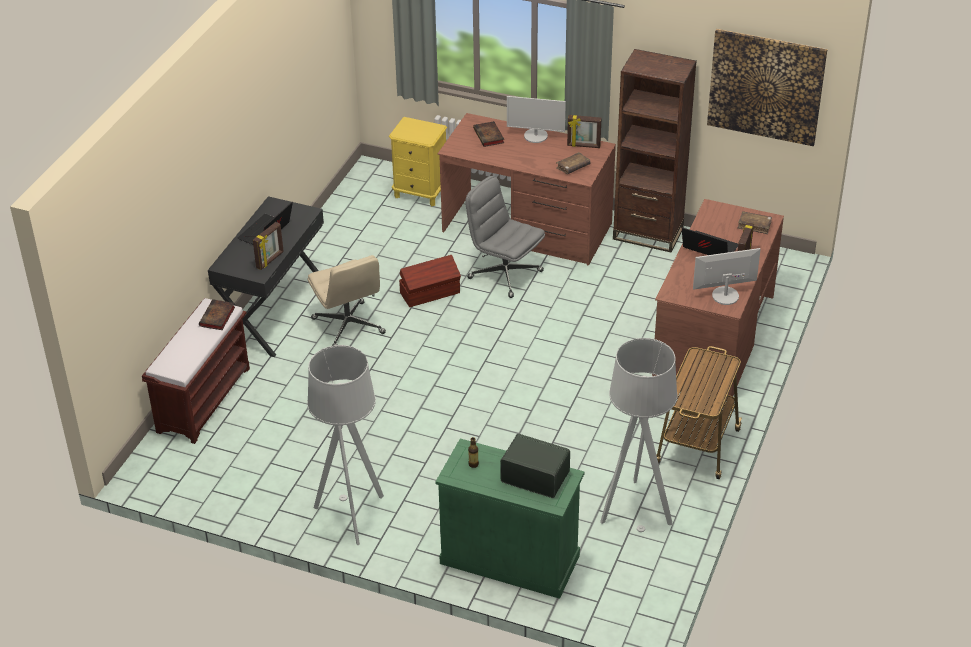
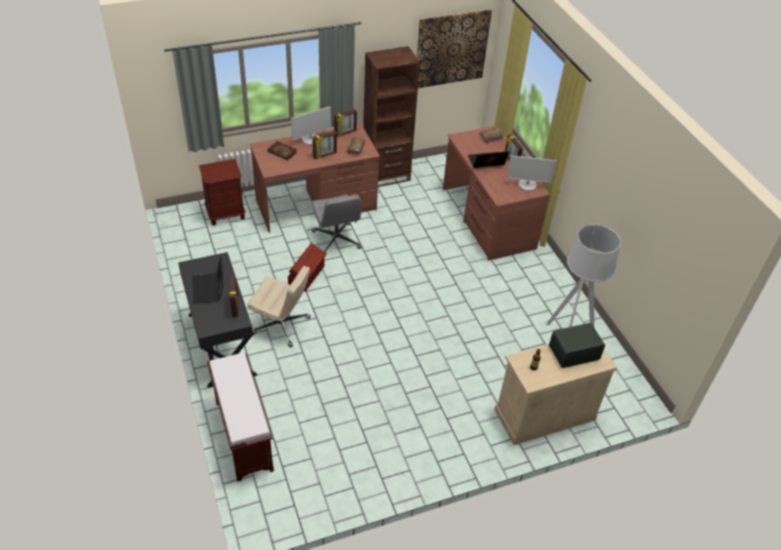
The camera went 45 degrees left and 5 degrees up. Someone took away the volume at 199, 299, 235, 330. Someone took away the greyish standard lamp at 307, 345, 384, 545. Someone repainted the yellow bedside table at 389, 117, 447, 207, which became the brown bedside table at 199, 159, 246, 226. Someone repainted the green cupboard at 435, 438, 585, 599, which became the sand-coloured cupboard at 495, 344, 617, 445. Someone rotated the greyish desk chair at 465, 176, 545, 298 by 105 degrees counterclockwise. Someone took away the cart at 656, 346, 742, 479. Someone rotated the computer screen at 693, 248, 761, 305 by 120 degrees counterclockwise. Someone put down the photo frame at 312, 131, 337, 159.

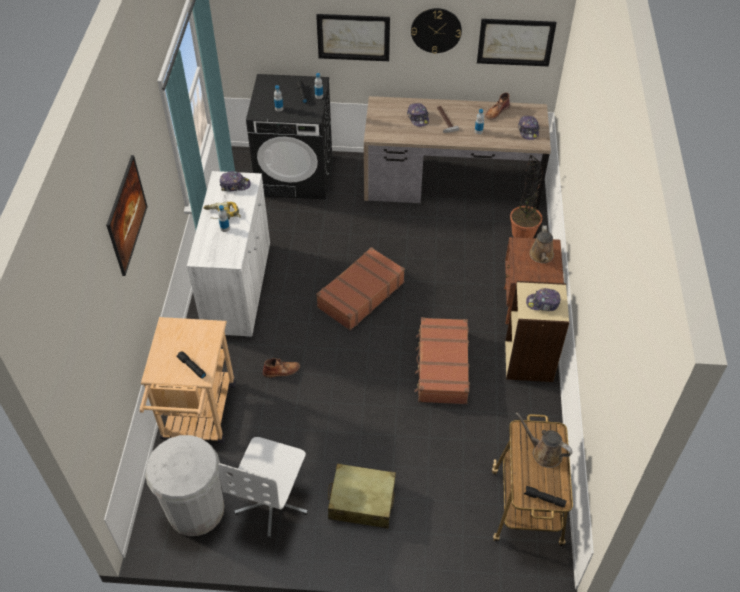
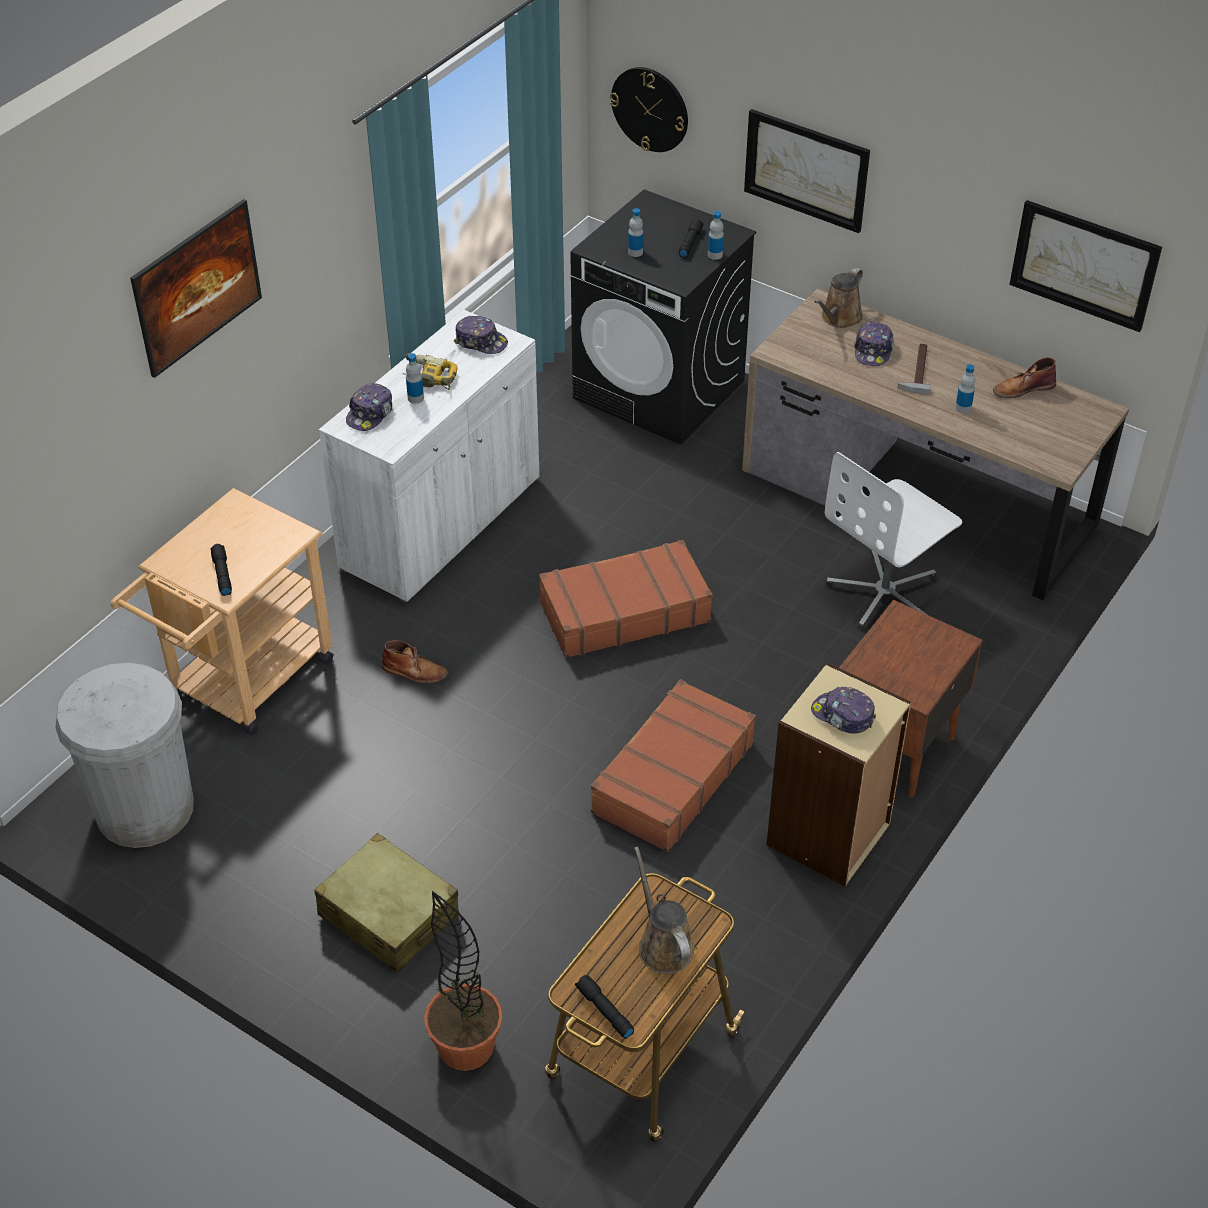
The camera went 30 degrees right and 5 degrees down. Someone carried the white desk chair from 218, 437, 308, 538 to 825, 452, 962, 629. Someone carried the wall clock from 411, 8, 462, 54 to 610, 67, 688, 152. Someone carried the potted plant from 510, 154, 543, 238 to 424, 891, 502, 1071. Someone carried the cap from 518, 116, 540, 140 to 346, 383, 392, 431. Someone carried the brown watering can from 529, 225, 554, 263 to 815, 267, 863, 328.

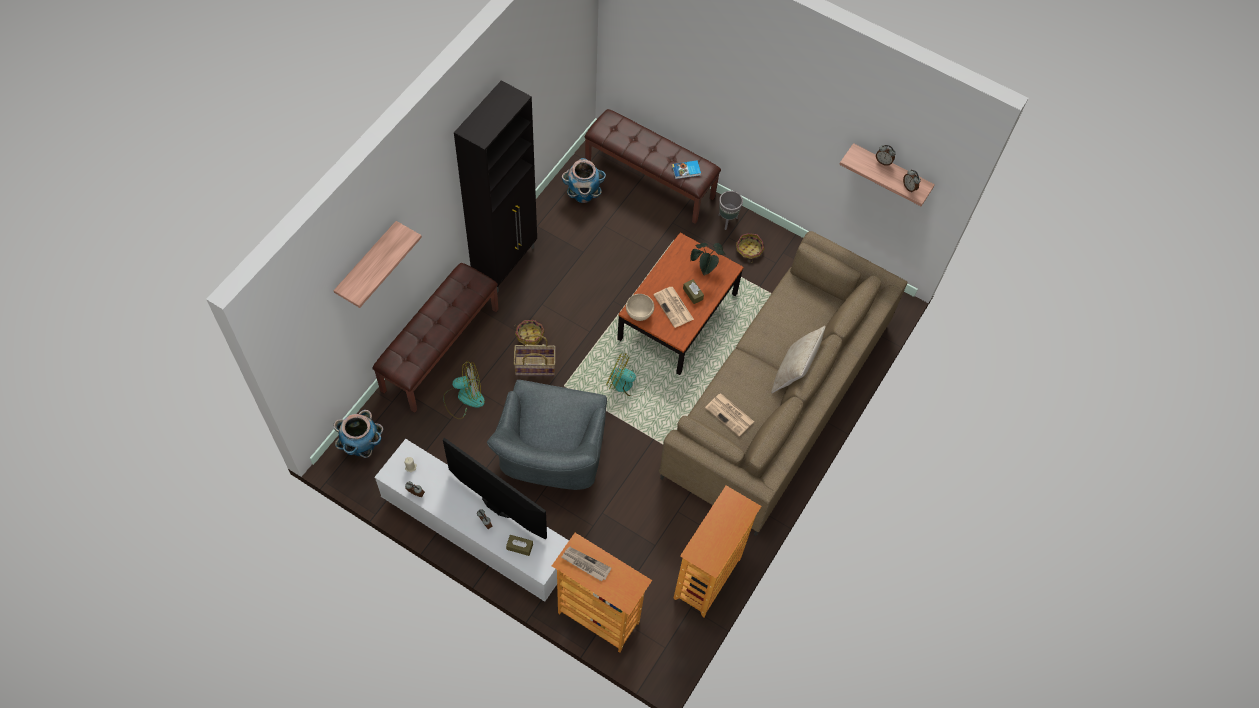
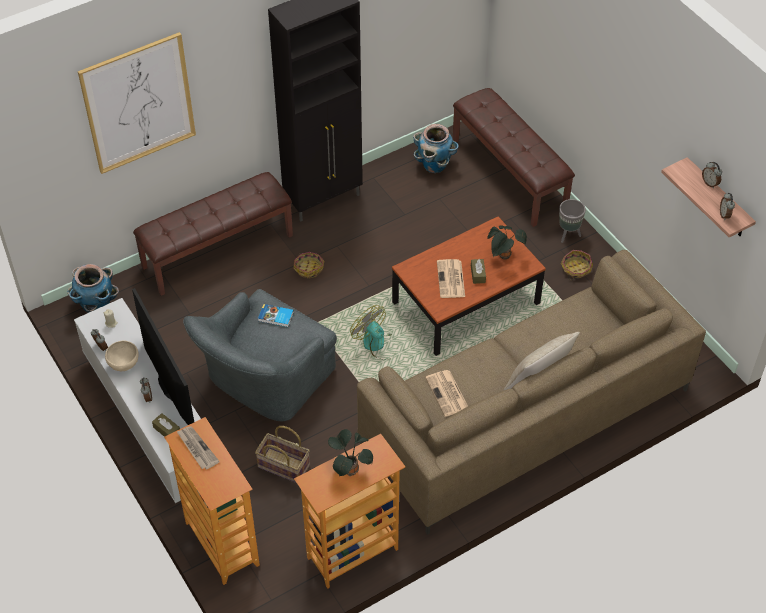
The camera went 30 degrees right and 10 degrees down. Someone swapped the shelf at 334, 221, 422, 308 for the wall art at 78, 32, 196, 174. Someone took away the electric fan at 443, 361, 485, 419. Someone carried the basket from 514, 334, 556, 376 to 255, 426, 310, 483. Someone carried the sand-coloured deep dish from 626, 294, 654, 321 to 105, 341, 139, 371. Someone carried the volume from 672, 160, 701, 179 to 258, 304, 294, 327. Someone put down the potted plant at 328, 429, 373, 476.

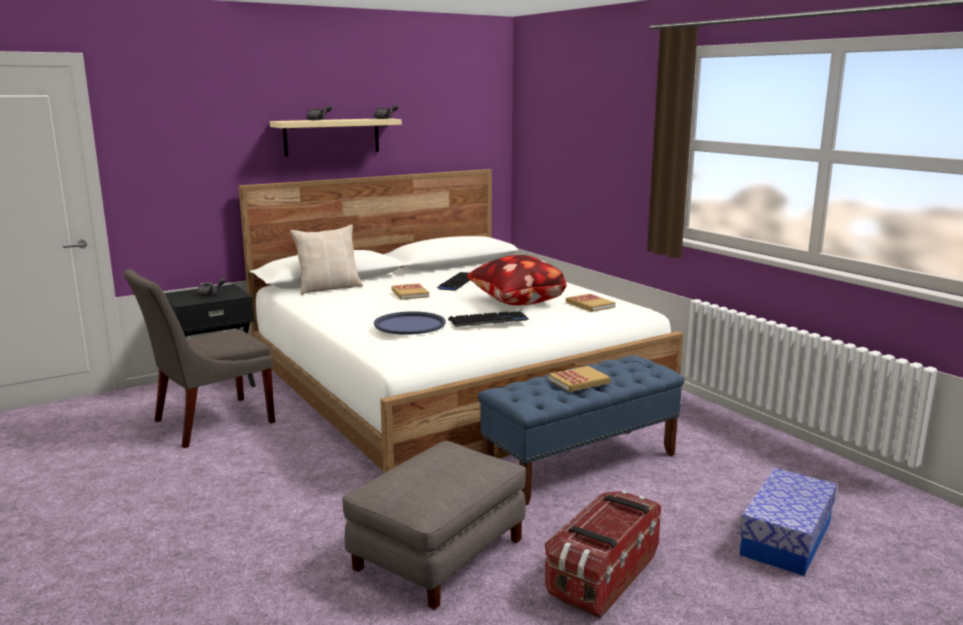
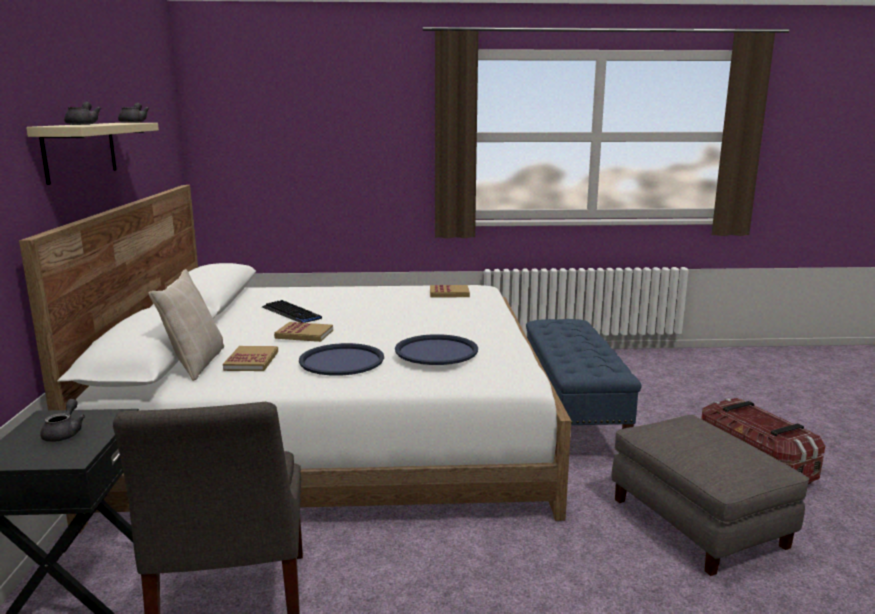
The camera went 60 degrees left and 0 degrees up. Someone took away the keyboard at 448, 311, 529, 327. Someone took away the throw pillow at 467, 255, 567, 306. Someone carried the volume from 548, 366, 611, 392 to 223, 346, 278, 371. Someone took away the storage bin at 739, 468, 837, 576. Someone put down the bluish serving tray at 299, 343, 384, 376.

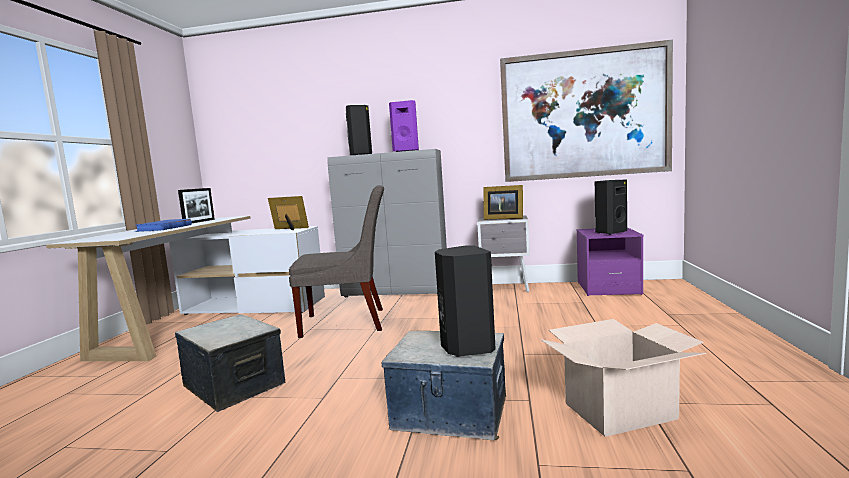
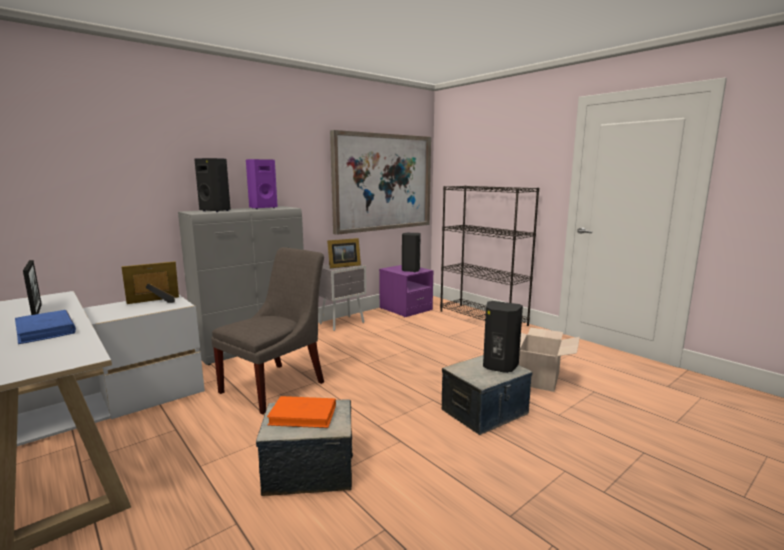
The camera went 50 degrees left and 5 degrees up. Someone put down the orangey volume at 267, 396, 336, 428. Someone put down the black-coloured bookcase at 440, 186, 539, 326.

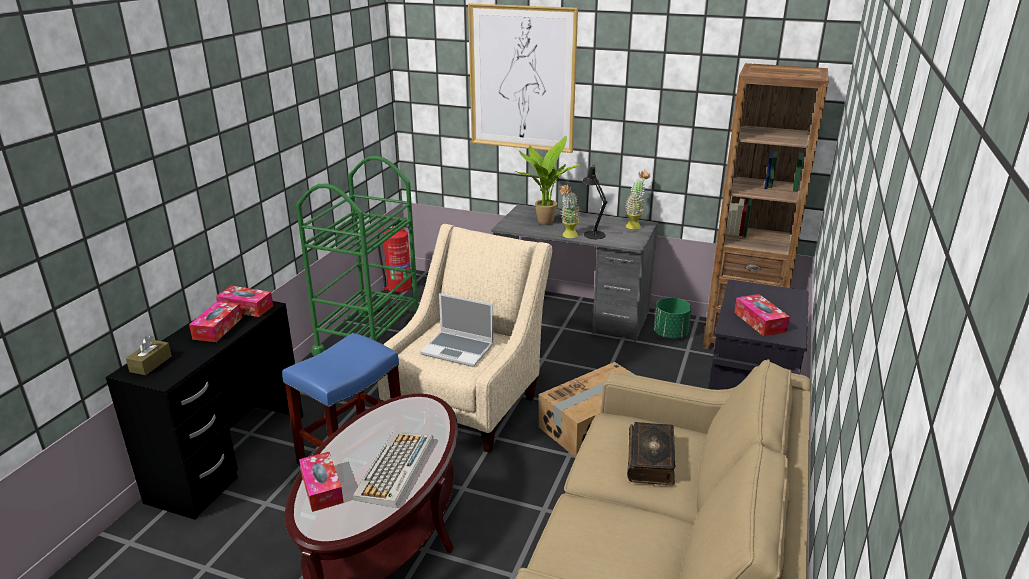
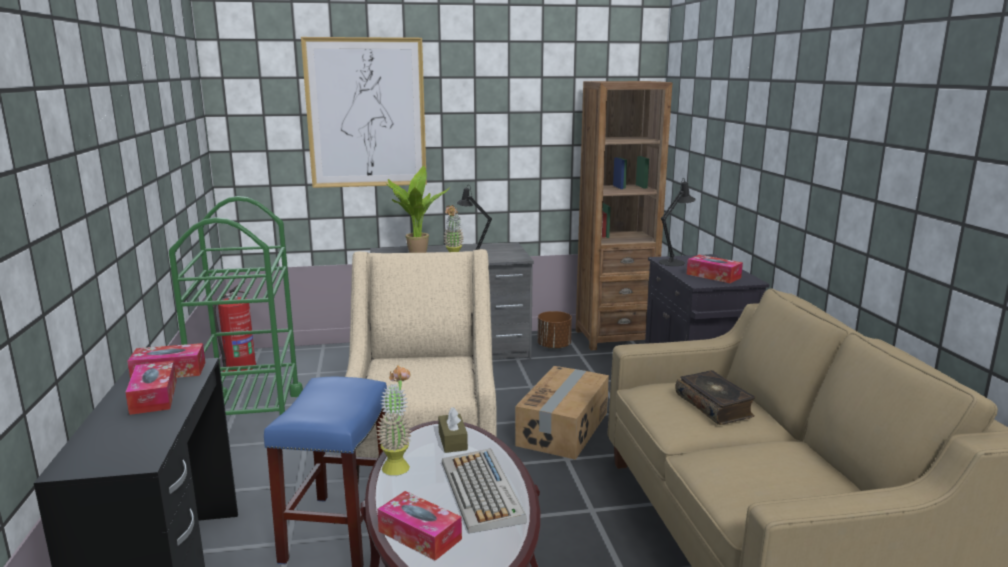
The camera went 30 degrees left and 10 degrees down. Someone carried the brown tissue holder from 126, 335, 172, 375 to 438, 407, 468, 453. Someone took away the laptop at 420, 293, 494, 367. Someone carried the potted plant from 625, 170, 650, 229 to 376, 365, 412, 475. Someone repainted the green planter at 654, 298, 691, 338, which became the brown planter at 538, 311, 572, 349. Someone put down the black-coloured tabletop lamp at 659, 179, 696, 266.

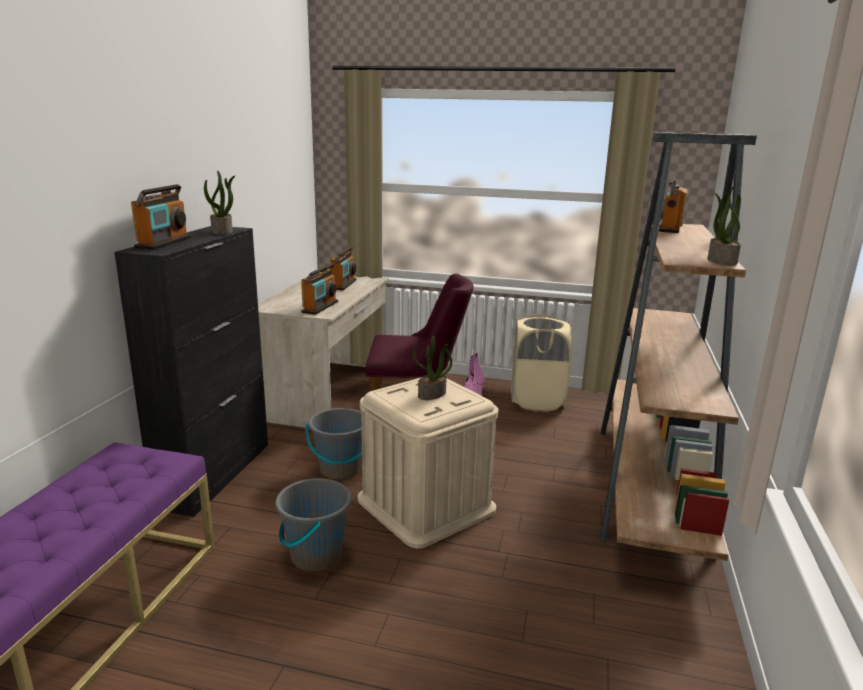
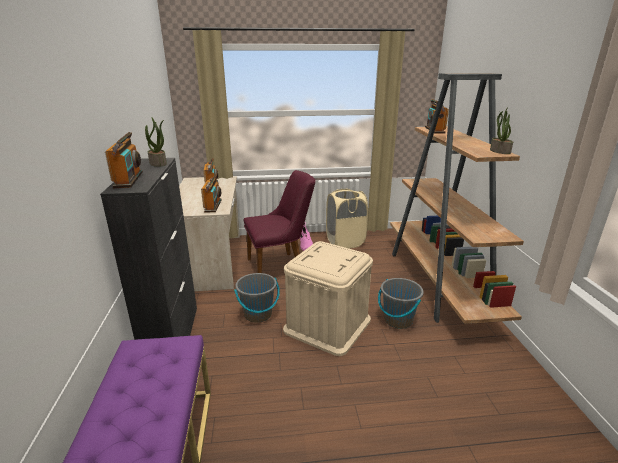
The camera went 20 degrees left and 5 degrees up. Someone carried the greyish water bucket from 275, 477, 352, 571 to 378, 278, 424, 329. Someone took away the potted plant at 413, 336, 452, 400.

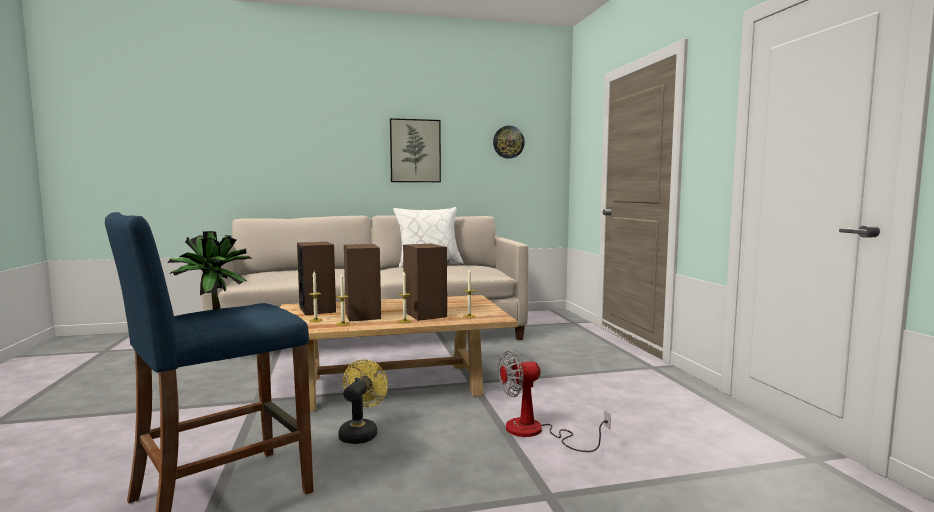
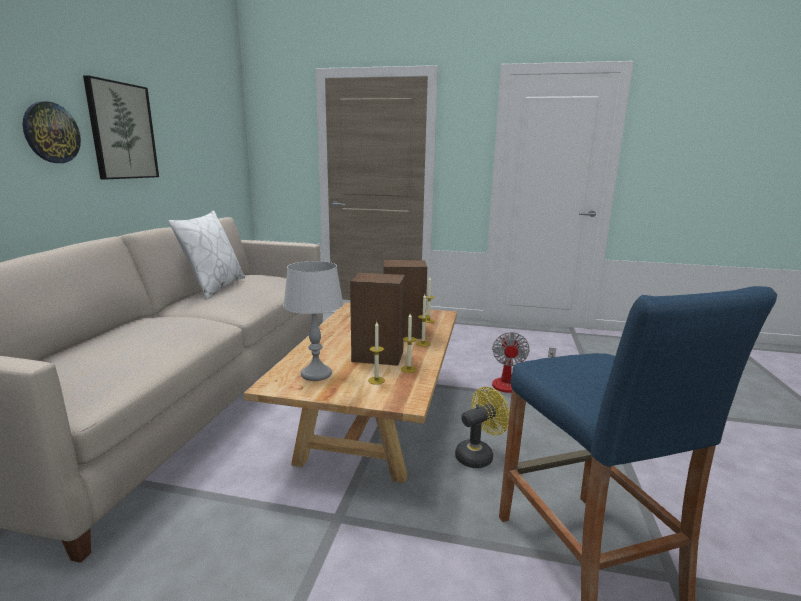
The camera went 65 degrees left and 10 degrees up. Someone took away the potted plant at 167, 231, 252, 310. Someone swapped the speaker at 297, 242, 336, 315 for the greyish tabletop lamp at 283, 261, 344, 381. Someone rotated the yellow electric fan at 338, 359, 388, 444 by 105 degrees clockwise. Someone carried the wall clock from 493, 126, 525, 159 to 23, 101, 81, 163.

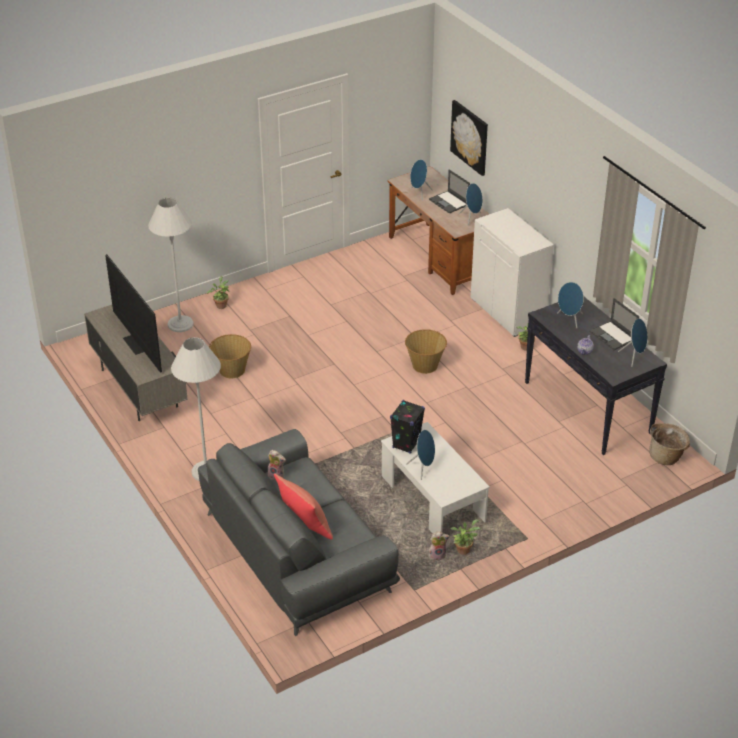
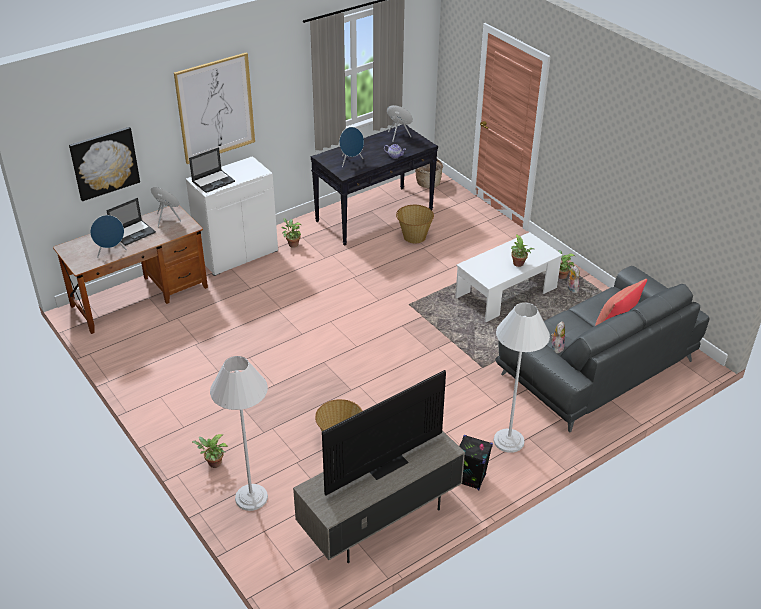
The camera went 95 degrees left and 0 degrees up. Someone carried the black-coloured speaker from 390, 400, 425, 454 to 459, 435, 493, 490. Someone carried the basket from 405, 329, 447, 374 to 396, 205, 434, 243. Someone swapped the bluish speaker at 406, 430, 435, 480 for the potted plant at 511, 235, 534, 267. Someone carried the laptop from 589, 298, 639, 350 to 189, 147, 235, 193. Someone put up the wall art at 174, 52, 255, 164.

